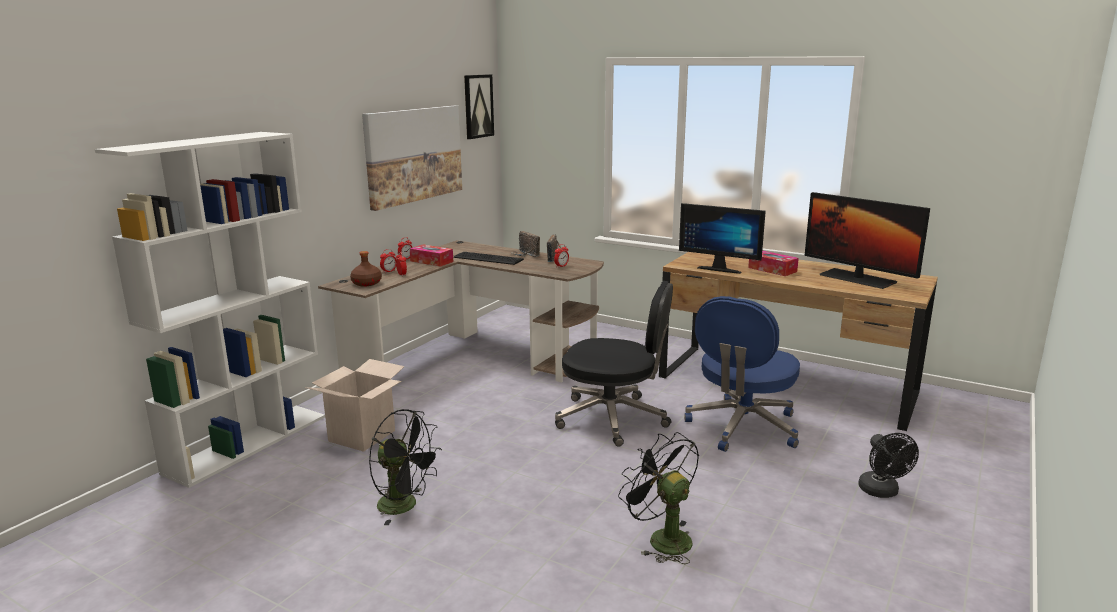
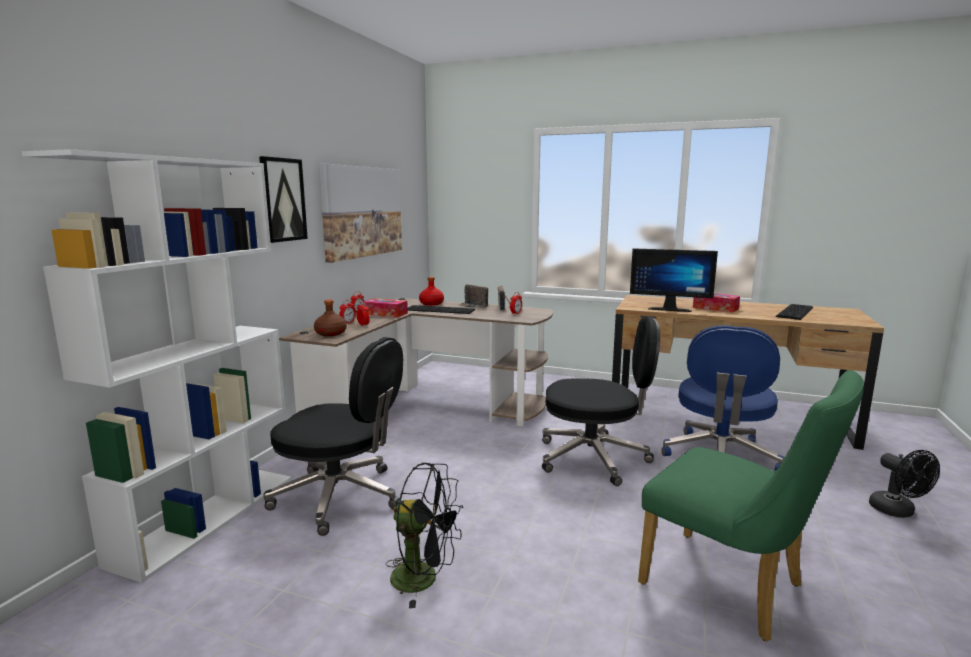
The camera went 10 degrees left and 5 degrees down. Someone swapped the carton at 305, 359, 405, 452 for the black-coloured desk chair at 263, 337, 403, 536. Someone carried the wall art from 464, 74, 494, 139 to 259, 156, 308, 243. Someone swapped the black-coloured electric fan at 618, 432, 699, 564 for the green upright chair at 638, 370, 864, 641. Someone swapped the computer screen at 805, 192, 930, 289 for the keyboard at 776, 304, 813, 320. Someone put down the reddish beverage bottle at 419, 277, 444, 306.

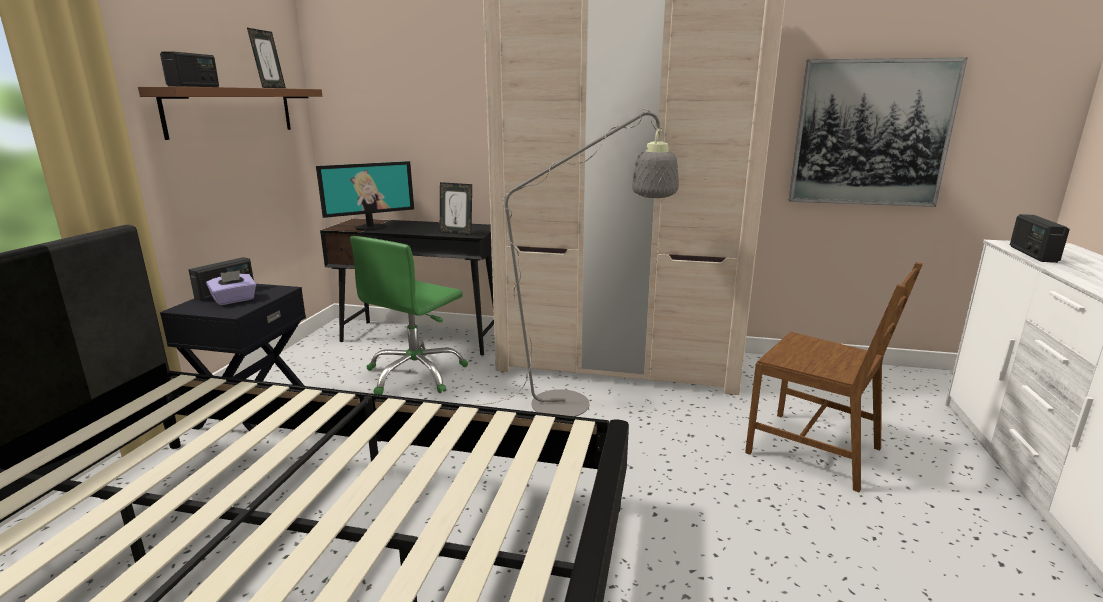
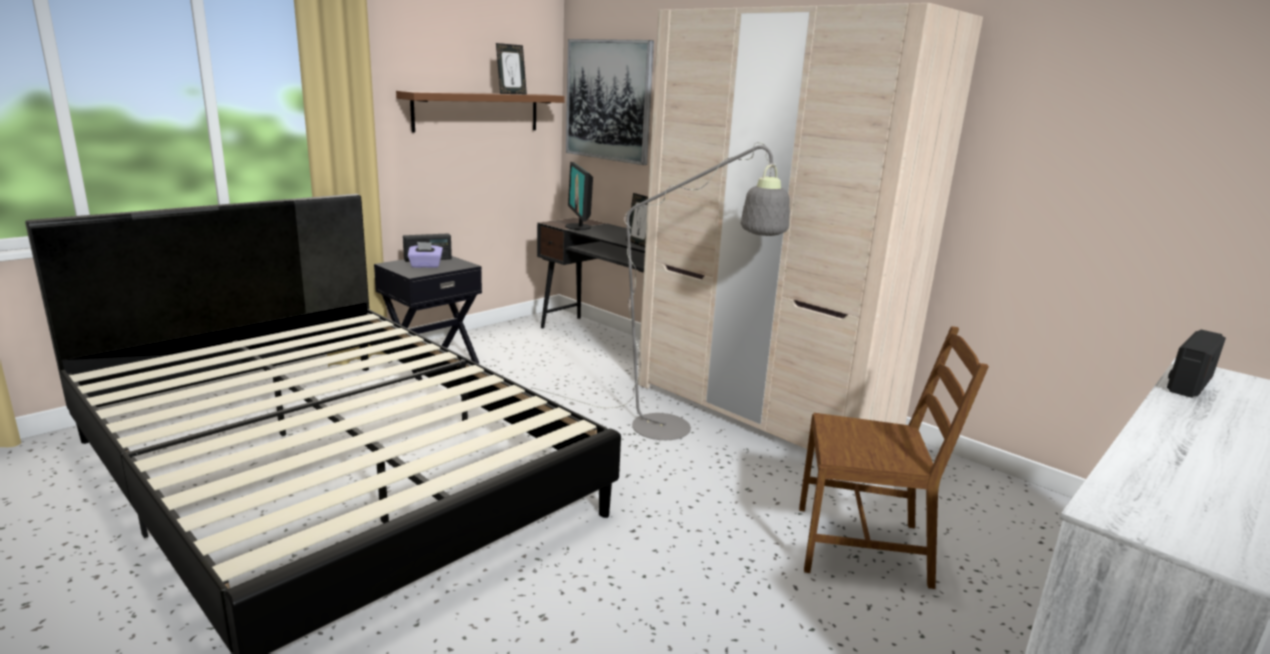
The camera went 30 degrees right and 0 degrees up. Someone took away the radio at 160, 51, 219, 87. Someone rotated the computer screen at 316, 161, 414, 231 by 75 degrees clockwise. Someone took away the green desk chair at 350, 236, 468, 395. Someone rotated the brown upright chair at 745, 262, 923, 493 by 60 degrees counterclockwise. Someone carried the wall art from 788, 58, 967, 207 to 566, 39, 654, 165.

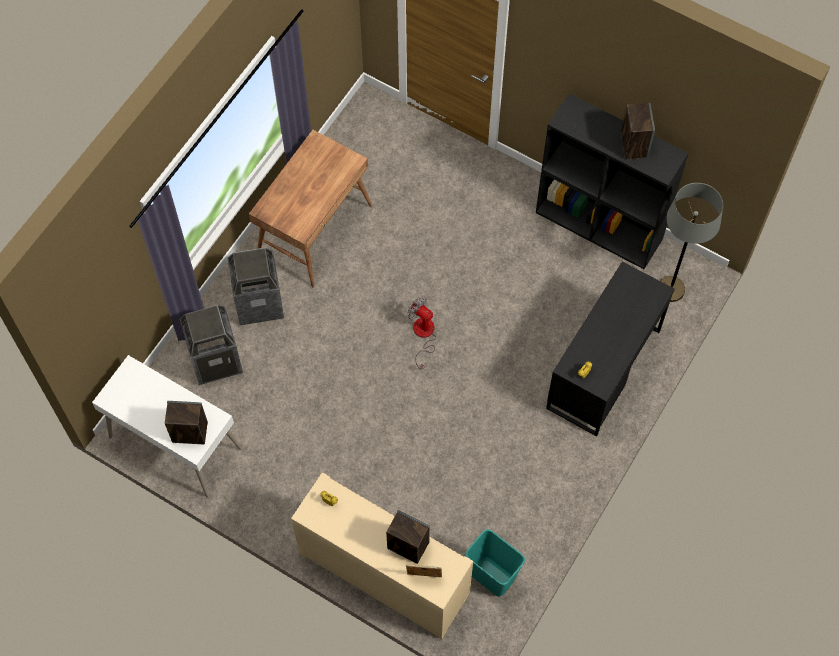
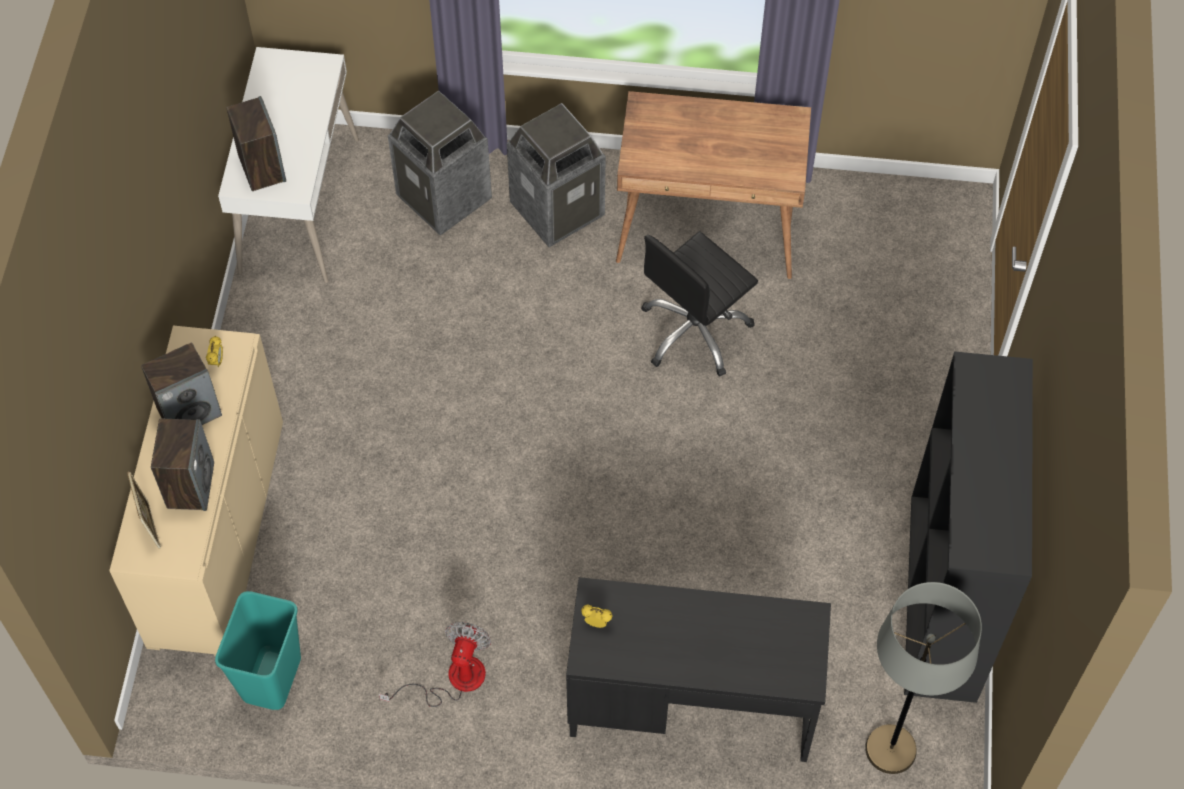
The camera went 65 degrees right and 5 degrees down. Someone carried the electric fan from 407, 296, 436, 369 to 379, 622, 491, 707. Someone carried the speaker from 621, 103, 655, 159 to 141, 342, 222, 425. Someone put down the black-coloured desk chair at 641, 231, 758, 377.

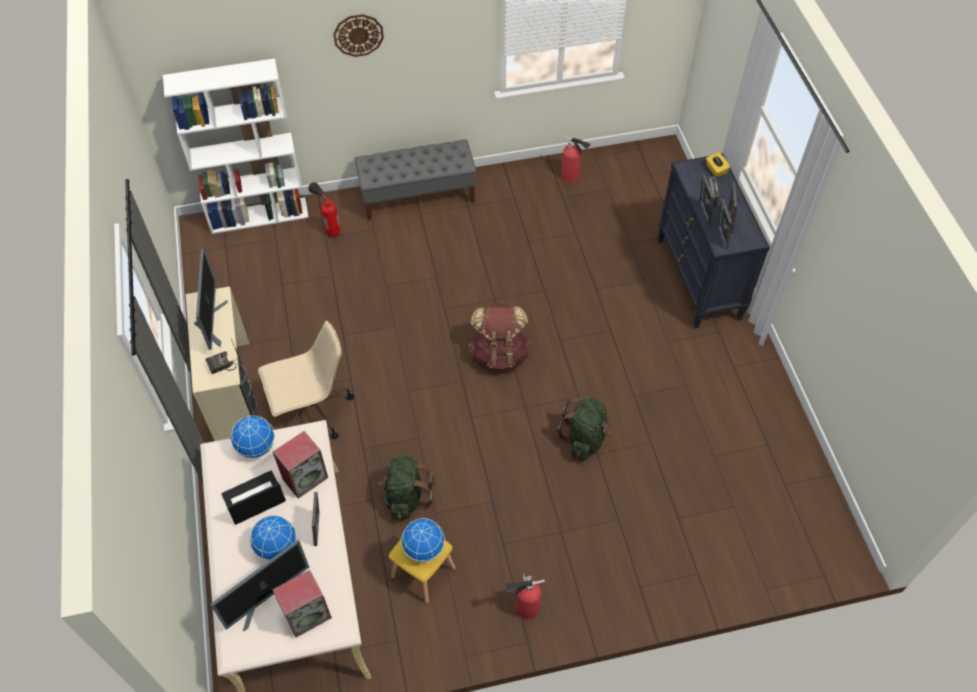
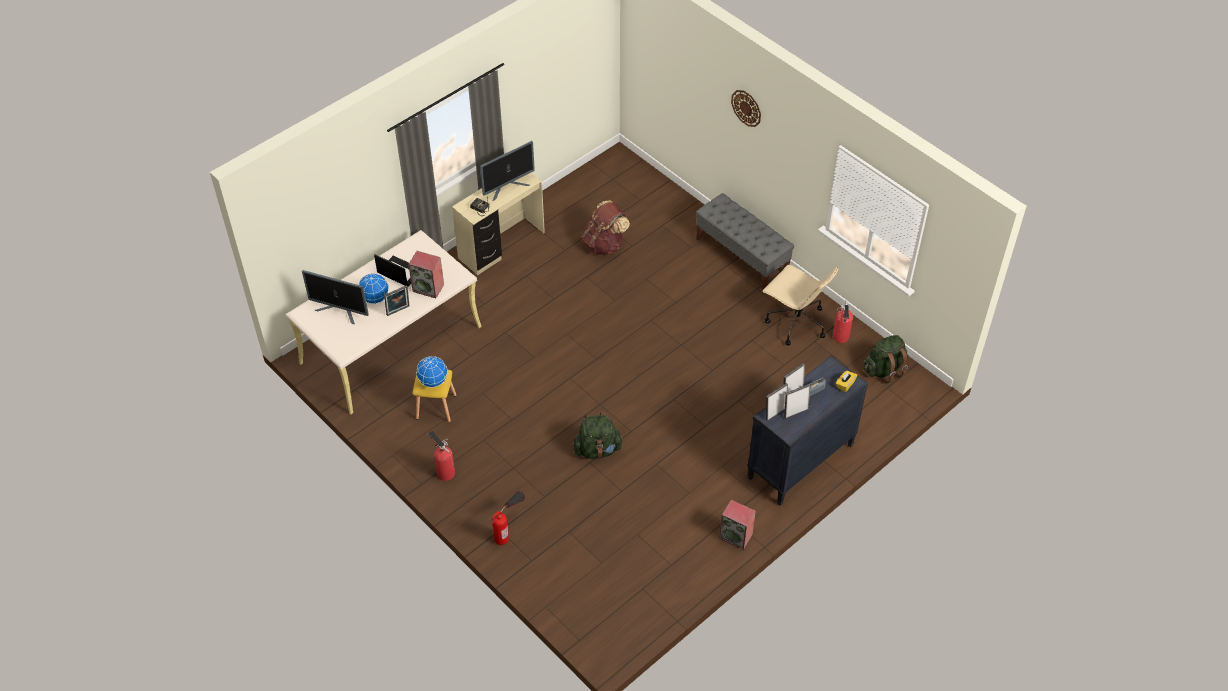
The camera went 60 degrees right and 5 degrees down. Someone took away the white bookcase at 163, 58, 309, 234. Someone took away the desk globe at 231, 415, 275, 459. Someone carried the sand-coloured desk chair from 258, 320, 354, 439 to 762, 265, 839, 346. Someone carried the speaker from 272, 570, 332, 638 to 719, 500, 756, 550. Someone carried the fire extinguisher from 308, 182, 340, 237 to 491, 491, 525, 545. Someone carried the green backpack from 378, 456, 435, 520 to 863, 335, 908, 384. Someone carried the brown backpack from 469, 305, 531, 373 to 581, 200, 630, 255.

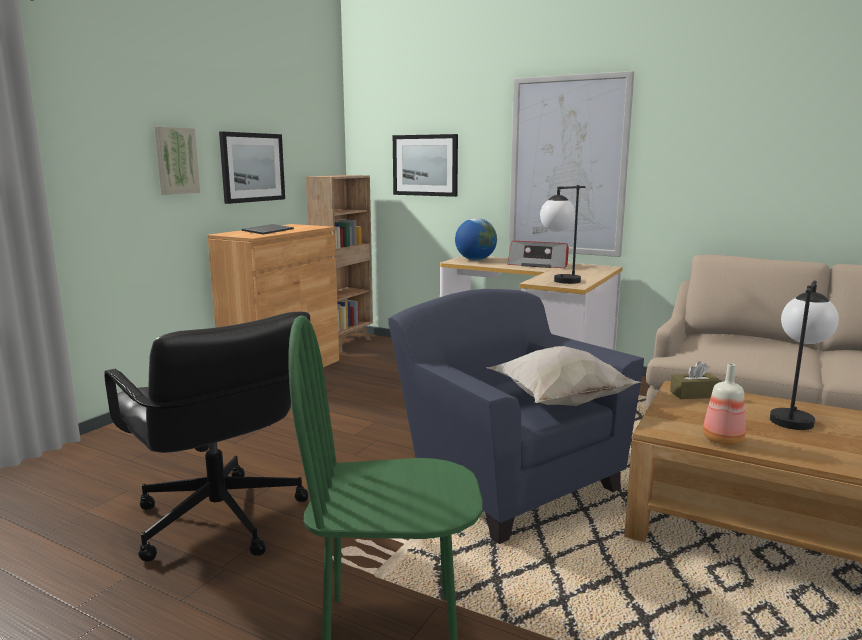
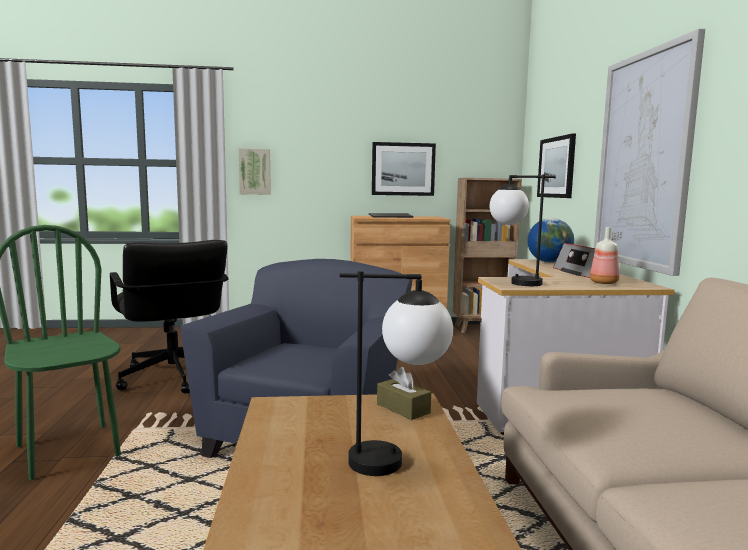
The camera went 55 degrees right and 5 degrees down. Someone rotated the black-coloured desk chair at 104, 312, 310, 562 by 45 degrees counterclockwise. Someone carried the wall art from 154, 127, 200, 195 to 238, 148, 271, 195. Someone took away the white throw pillow at 486, 346, 641, 406. Someone carried the beverage bottle from 703, 363, 746, 445 to 590, 227, 619, 284.

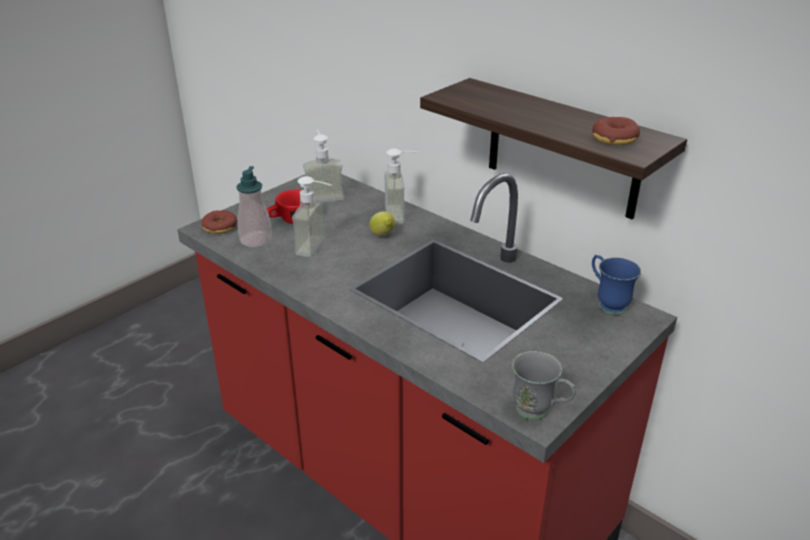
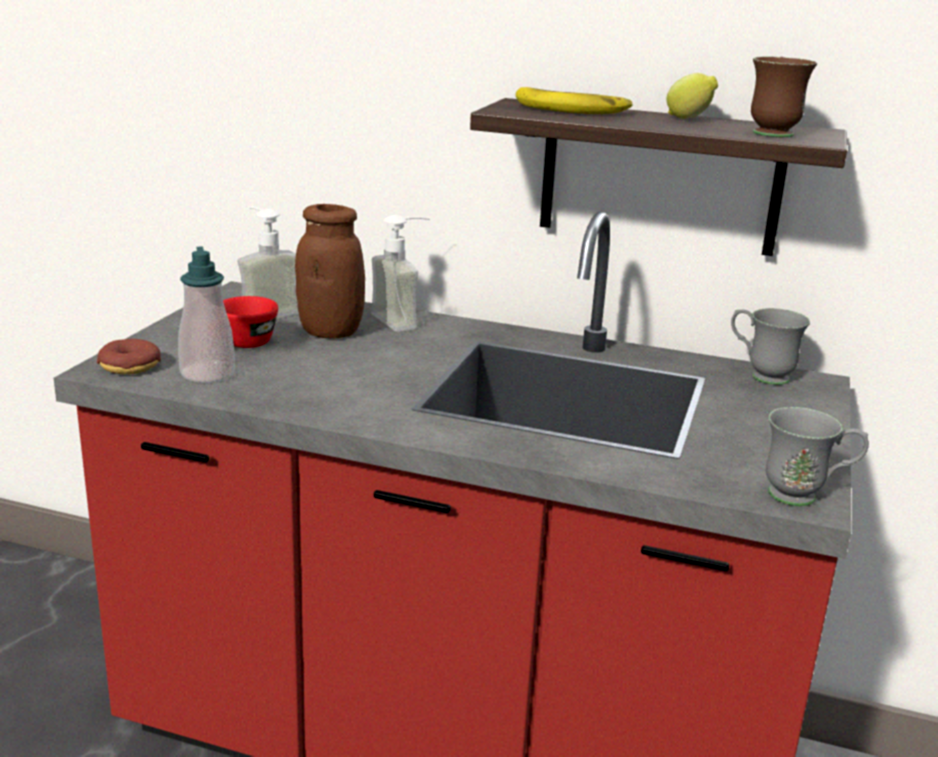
The camera went 25 degrees left and 10 degrees down. Someone took away the soap bottle at 292, 176, 332, 257. Someone carried the whole lemon from 370, 211, 395, 236 to 666, 73, 718, 119. Someone swapped the doughnut at 592, 117, 640, 145 for the brown tea mug at 751, 57, 817, 137. Someone repainted the bluish tea mug at 592, 255, 641, 315, which became the greyish tea mug at 731, 308, 810, 385. Someone put down the brown jar at 295, 204, 365, 339. Someone put down the banana fruit at 516, 87, 633, 114.

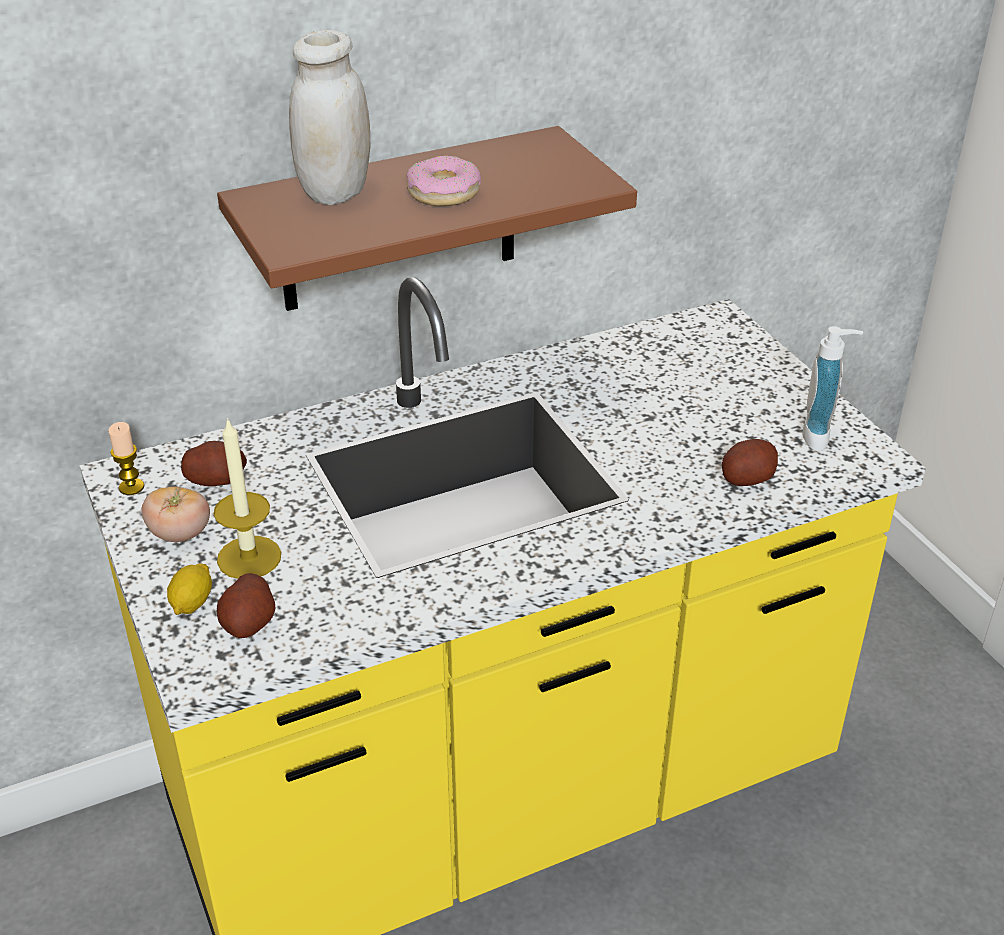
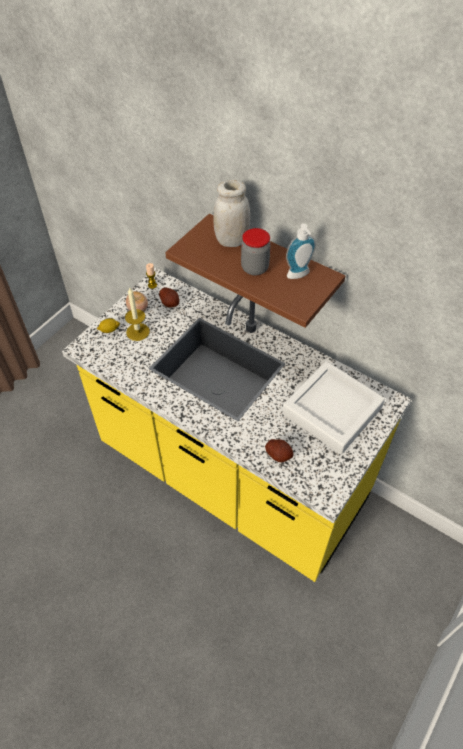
The camera went 60 degrees right and 15 degrees up. Someone took away the spud at 217, 573, 276, 638. Someone swapped the doughnut at 407, 155, 481, 206 for the jar at 241, 228, 271, 275. Someone carried the soap bottle from 802, 326, 863, 451 to 286, 224, 316, 279. Someone put down the white serving tray at 282, 361, 385, 454.

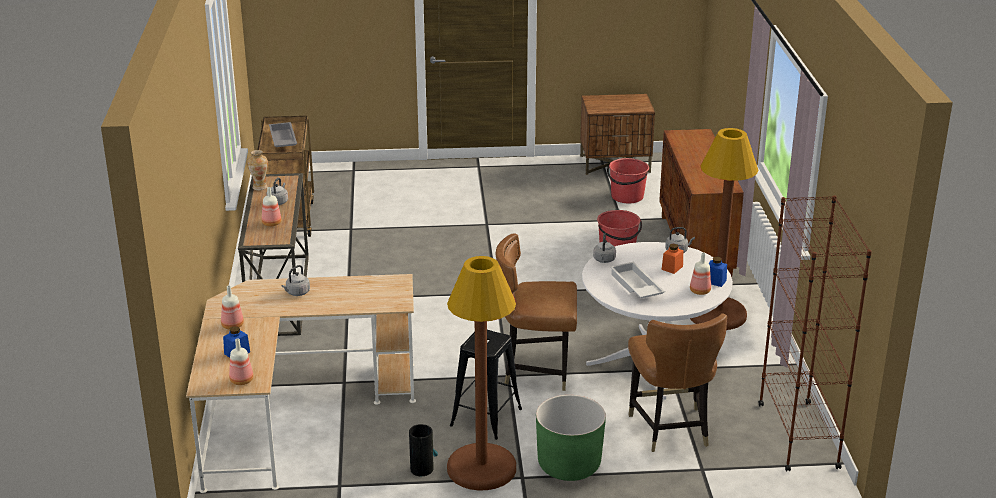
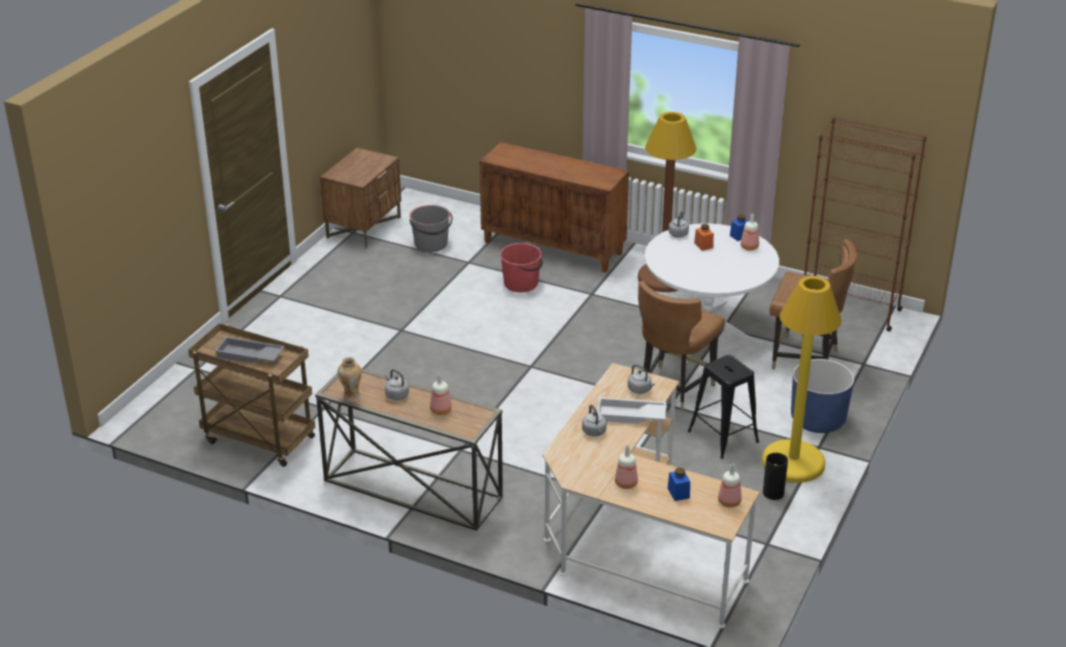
The camera went 60 degrees left and 5 degrees up. Someone repainted the brown standard lamp at 447, 256, 516, 491, which became the yellow standard lamp at 762, 276, 842, 483. Someone repainted the green planter at 536, 395, 606, 481, which became the bluish planter at 791, 359, 854, 433. Someone carried the greyish kettle from 593, 233, 616, 263 to 628, 364, 655, 394. Someone repainted the reddish water bucket at 607, 158, 649, 203, which became the greyish water bucket at 409, 205, 453, 252. Someone carried the white serving tray from 610, 262, 665, 299 to 597, 397, 667, 424.

